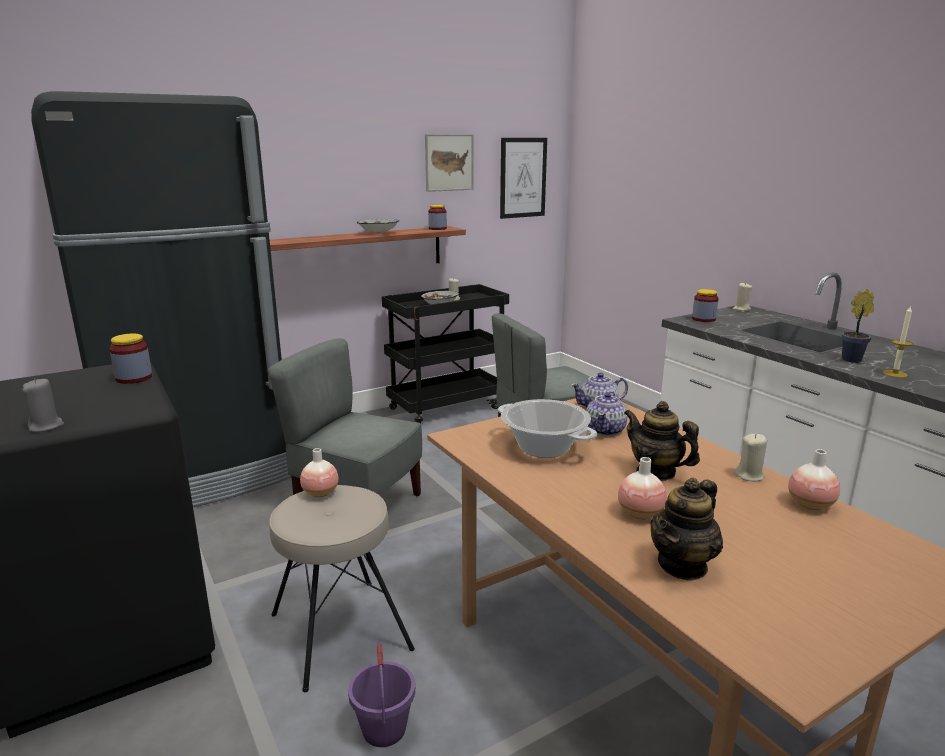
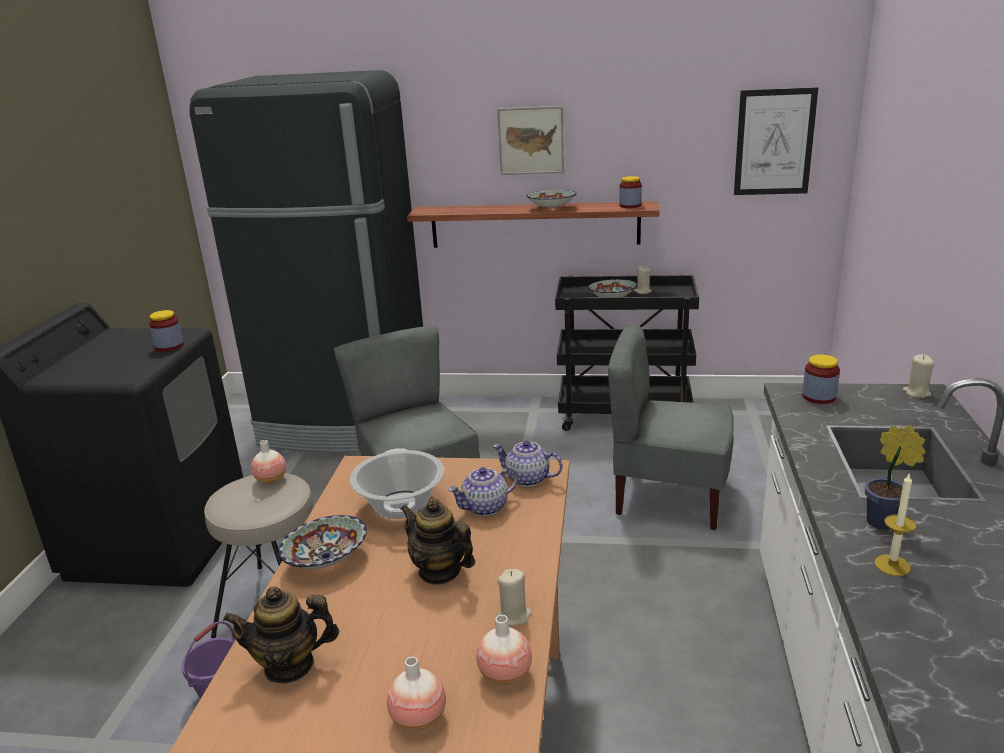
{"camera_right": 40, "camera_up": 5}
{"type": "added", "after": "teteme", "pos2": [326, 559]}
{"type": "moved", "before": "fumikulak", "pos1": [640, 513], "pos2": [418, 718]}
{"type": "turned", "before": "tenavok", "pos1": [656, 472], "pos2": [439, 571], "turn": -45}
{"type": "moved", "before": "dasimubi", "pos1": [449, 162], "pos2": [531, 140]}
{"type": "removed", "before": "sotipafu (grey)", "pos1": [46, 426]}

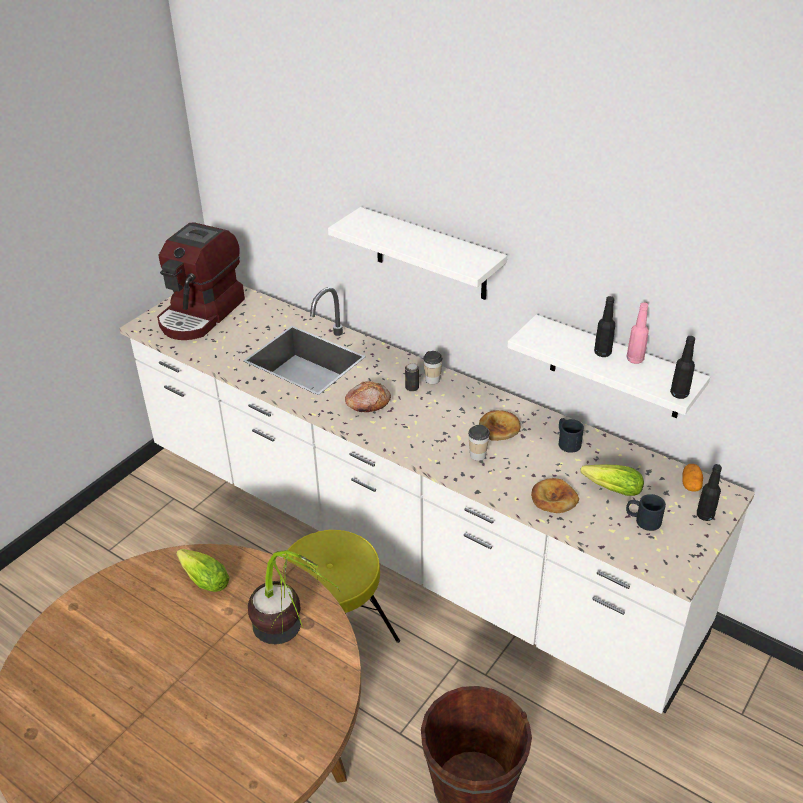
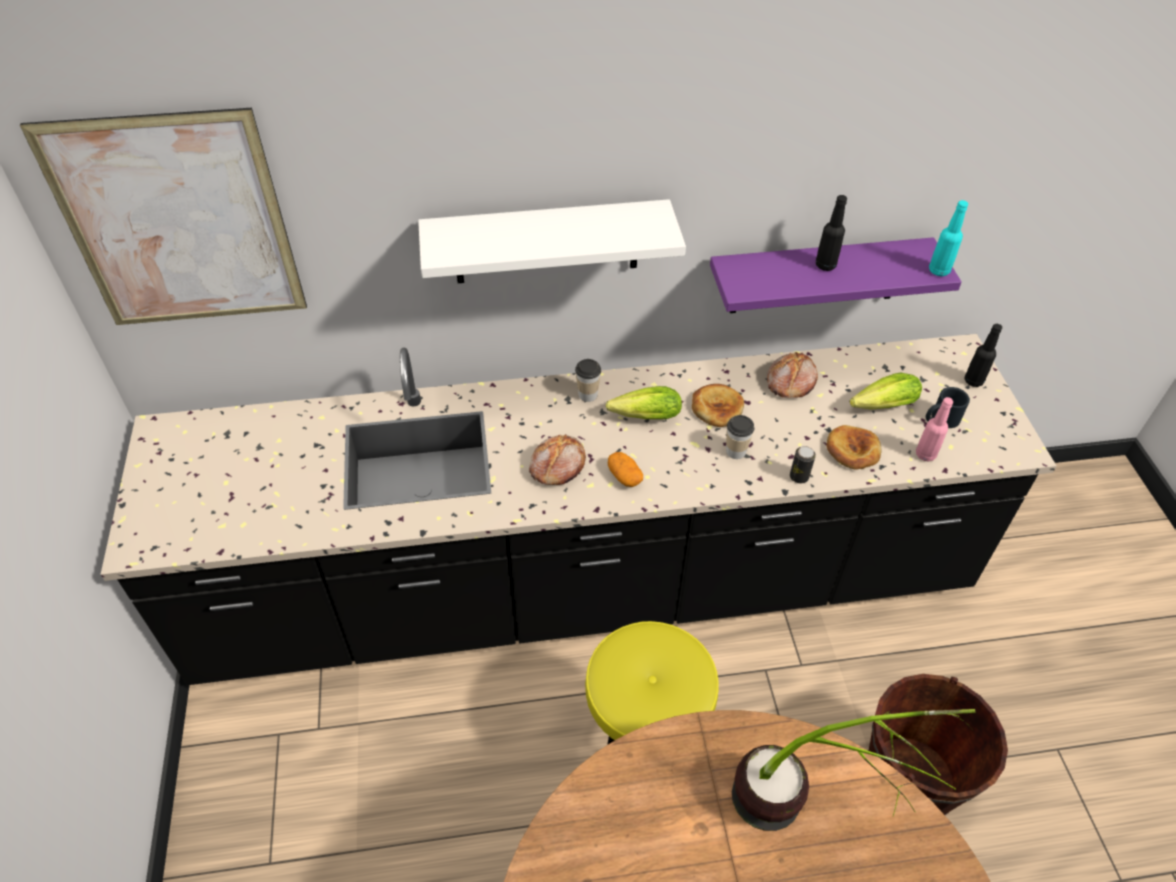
{"camera_right": -45, "camera_up": 10}
{"type": "added", "after": "dasimubi", "pos2": [178, 224]}
{"type": "recoloured", "before": "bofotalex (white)", "after": "bofotalex (black)", "pos1": [404, 539], "pos2": [586, 587]}
{"type": "moved", "before": "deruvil", "pos1": [202, 578], "pos2": [642, 417]}
{"type": "moved", "before": "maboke", "pos1": [691, 484], "pos2": [624, 476]}
{"type": "recoloured", "before": "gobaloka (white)", "after": "gobaloka (purple)", "pos1": [615, 368], "pos2": [816, 276]}
{"type": "replaced", "before": "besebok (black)", "after": "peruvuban", "pos1": [567, 441], "pos2": [789, 382]}
{"type": "moved", "before": "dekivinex", "pos1": [412, 388], "pos2": [799, 477]}
{"type": "moved", "before": "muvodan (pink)", "pos1": [635, 359], "pos2": [925, 454]}
{"type": "recoloured", "before": "muvodan (black)", "after": "muvodan (turquoise)", "pos1": [679, 394], "pos2": [938, 270]}
{"type": "removed", "before": "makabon", "pos1": [202, 314]}

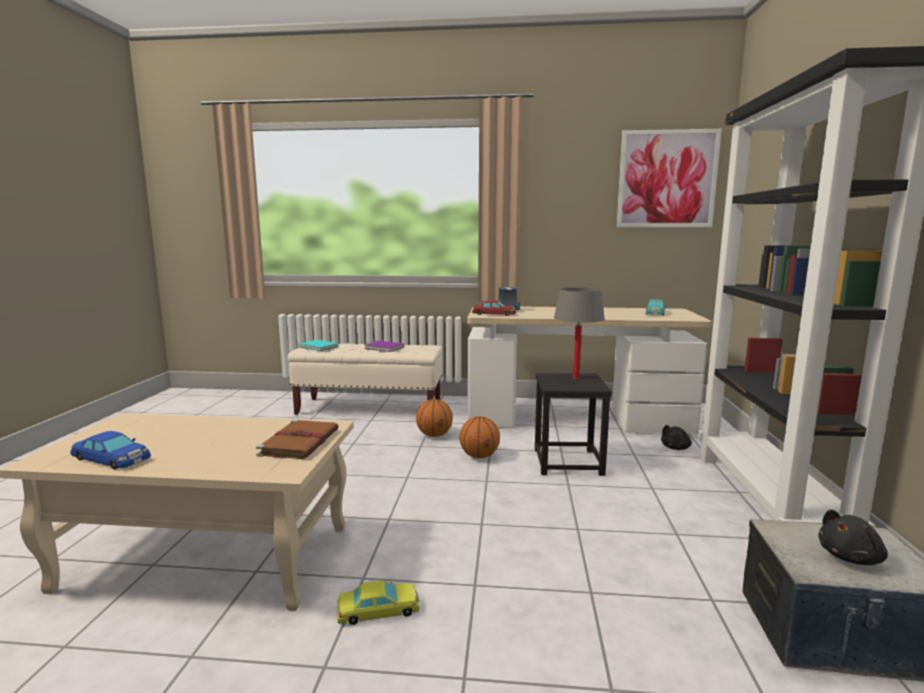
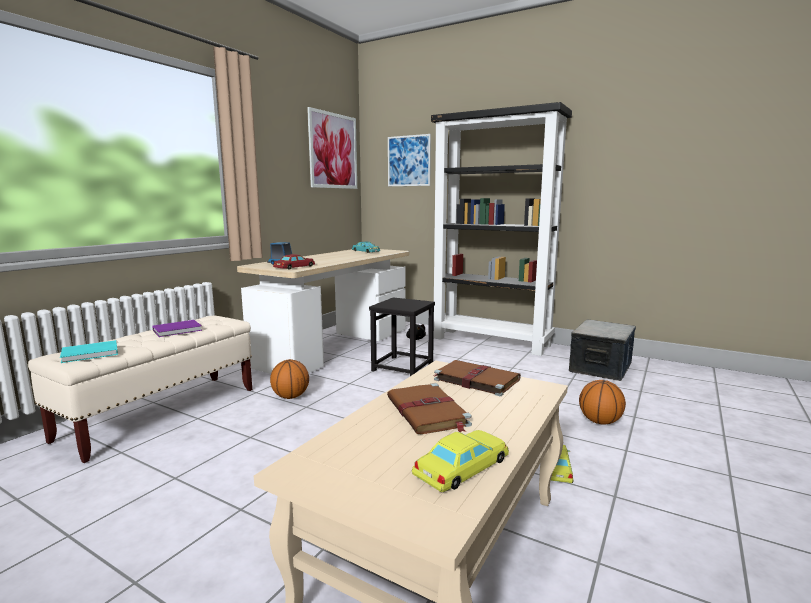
{"camera_right": -65, "camera_up": 0}
{"type": "added", "after": "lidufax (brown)", "pos2": [427, 412]}
{"type": "added", "after": "dasimubi", "pos2": [409, 161]}
{"type": "recoloured", "before": "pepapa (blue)", "after": "pepapa (yellow)", "pos1": [111, 458], "pos2": [462, 466]}
{"type": "moved", "before": "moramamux", "pos1": [479, 456], "pos2": [599, 421]}
{"type": "removed", "before": "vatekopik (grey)", "pos1": [576, 378]}
{"type": "removed", "before": "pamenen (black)", "pos1": [851, 557]}

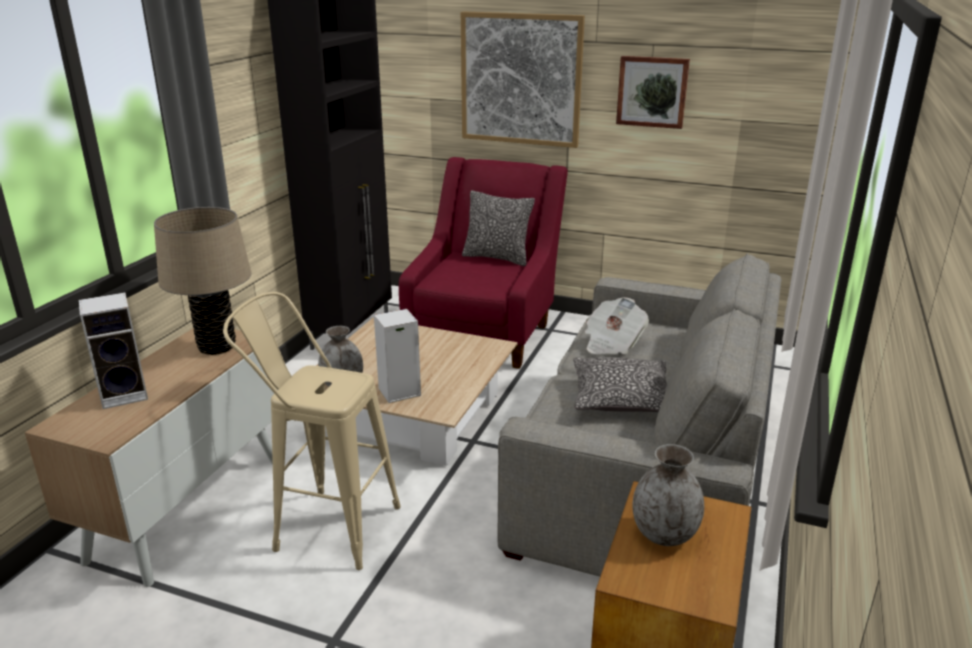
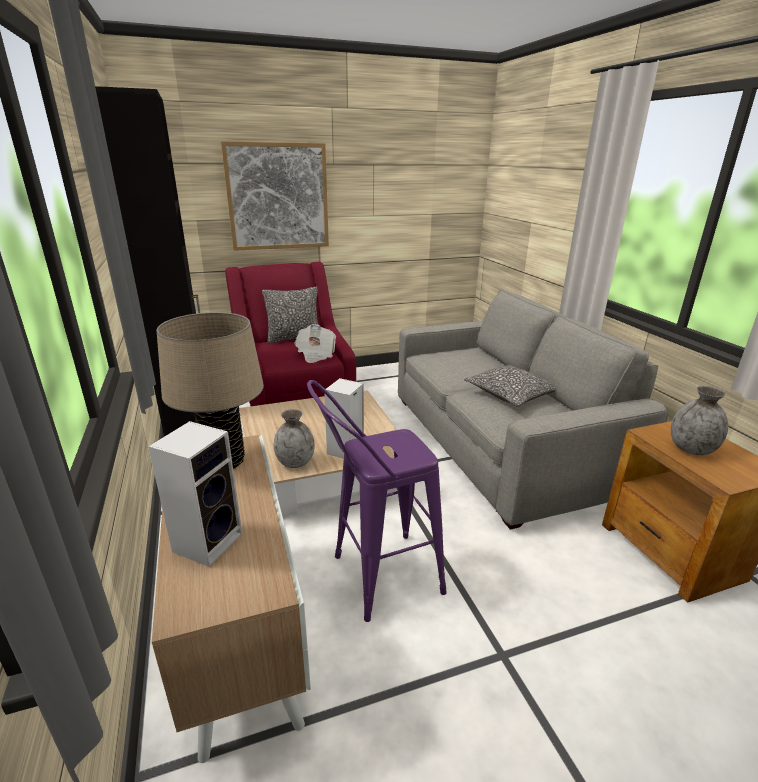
{"camera_right": -40, "camera_up": 0}
{"type": "moved", "before": "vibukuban", "pos1": [612, 343], "pos2": [315, 354]}
{"type": "recoloured", "before": "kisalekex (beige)", "after": "kisalekex (purple)", "pos1": [326, 525], "pos2": [376, 578]}
{"type": "removed", "before": "dasimubi", "pos1": [652, 91]}

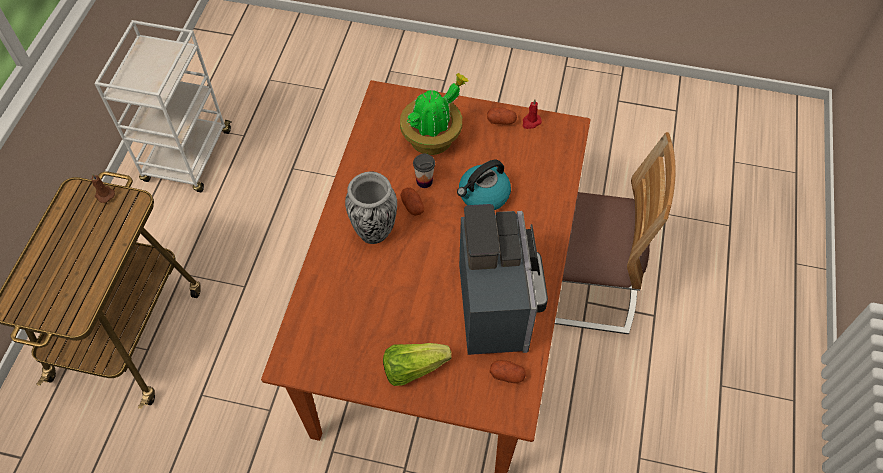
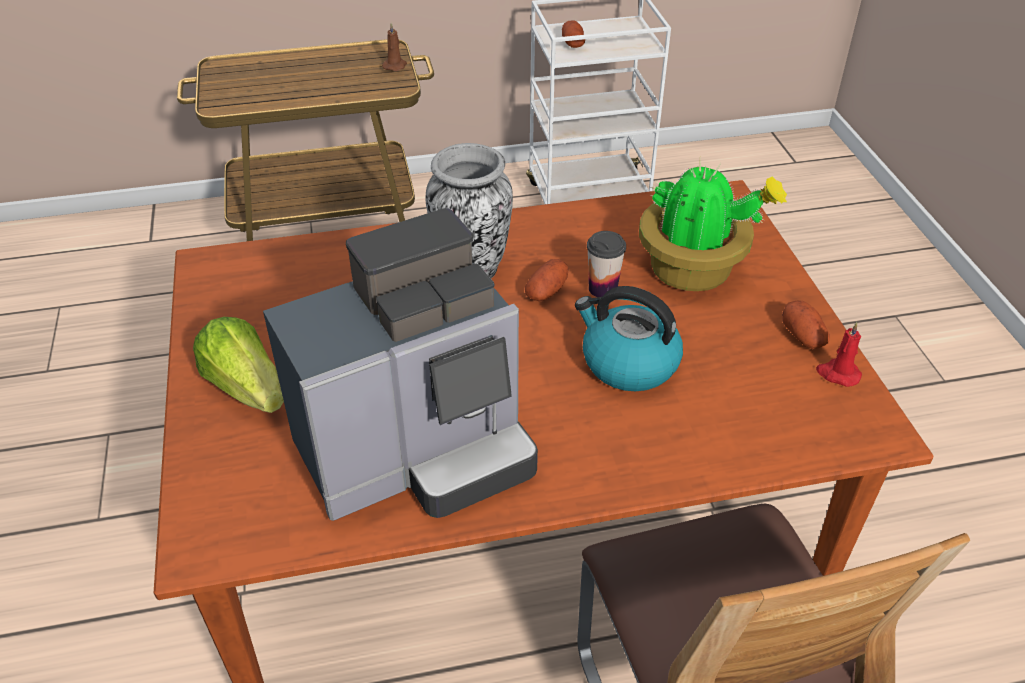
{"camera_right": 65, "camera_up": -15}
{"type": "moved", "before": "maboke", "pos1": [507, 375], "pos2": [573, 44]}

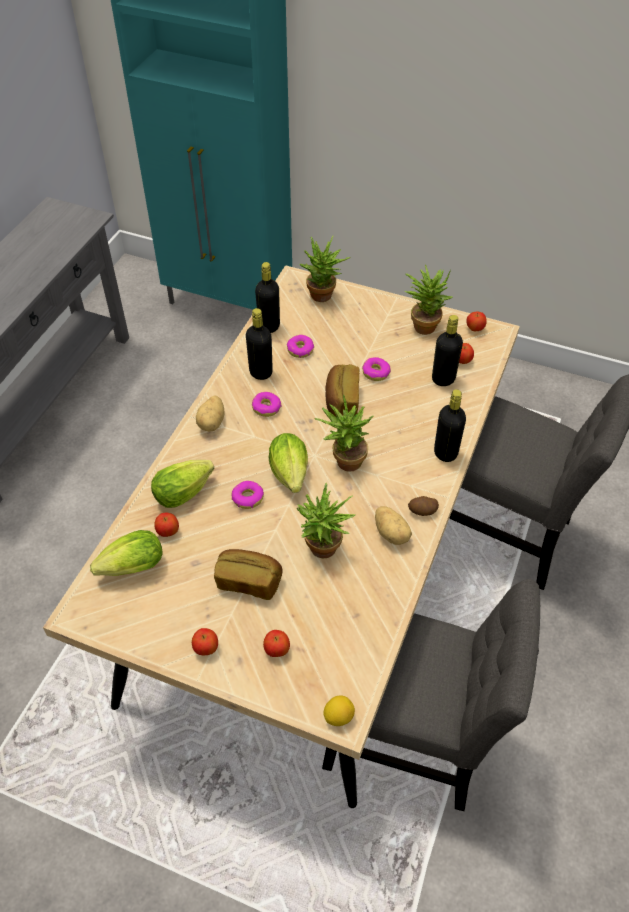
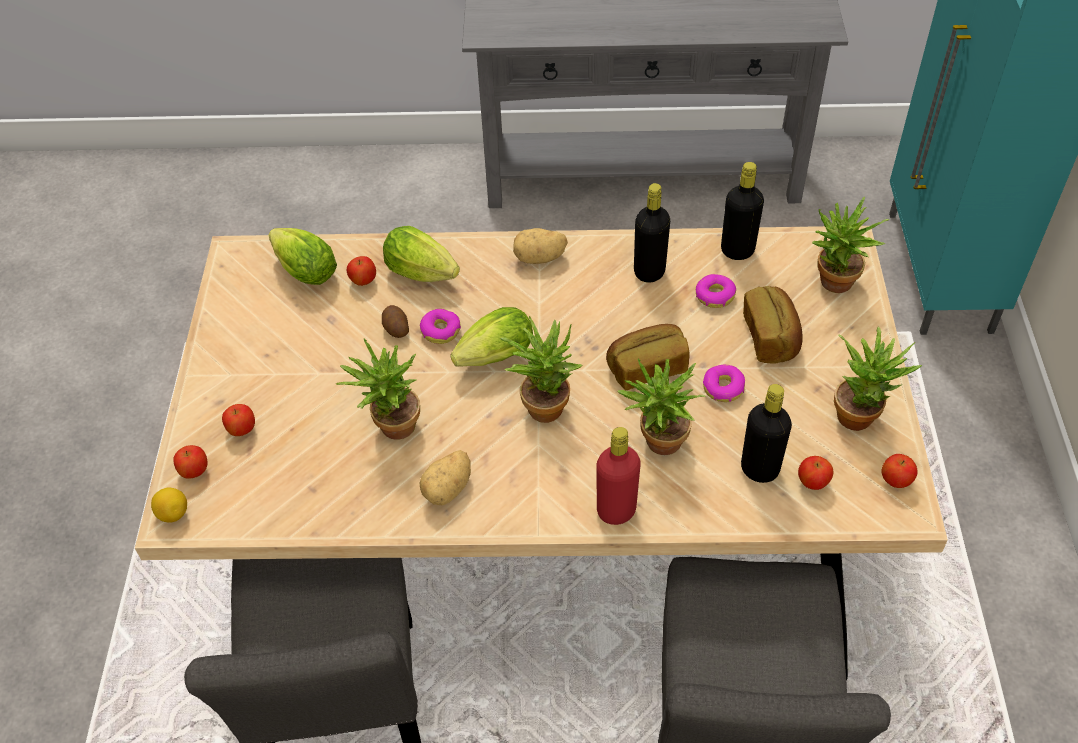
{"camera_right": 70, "camera_up": 0}
{"type": "moved", "before": "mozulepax", "pos1": [206, 648], "pos2": [194, 471]}
{"type": "moved", "before": "maboke", "pos1": [422, 511], "pos2": [396, 329]}
{"type": "recoloured", "before": "muvodan (black)", "after": "muvodan (red)", "pos1": [445, 453], "pos2": [616, 510]}
{"type": "added", "after": "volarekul", "pos2": [657, 444]}
{"type": "moved", "before": "peruvuban", "pos1": [249, 581], "pos2": [771, 337]}
{"type": "removed", "before": "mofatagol", "pos1": [266, 407]}

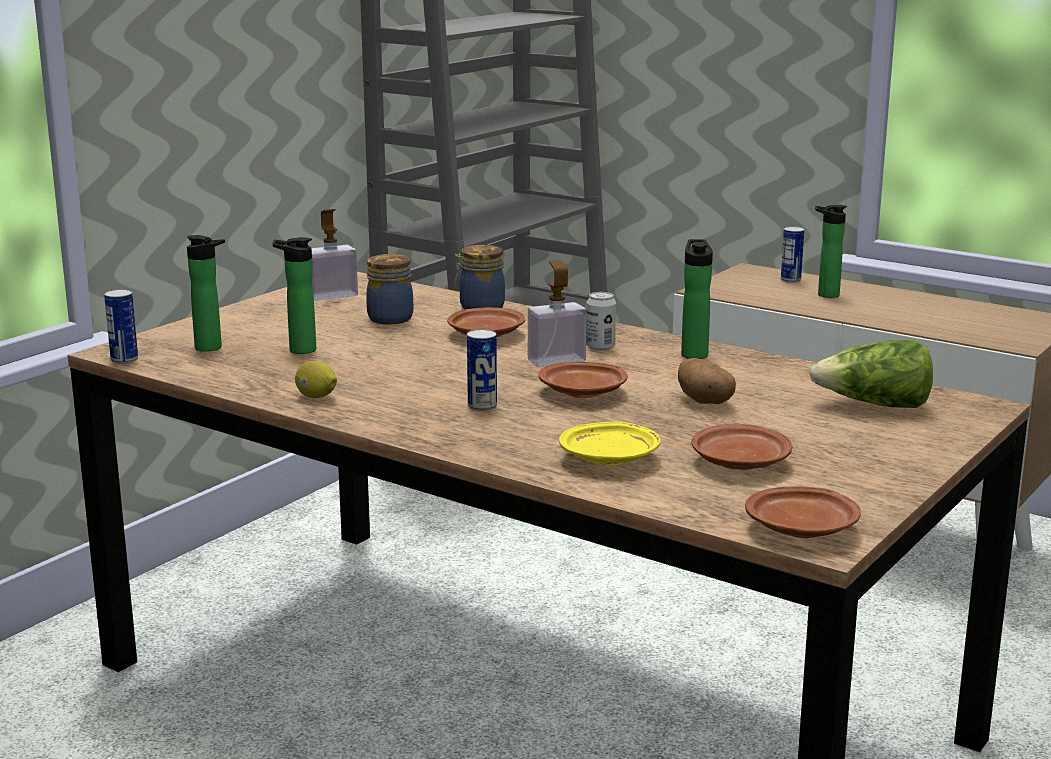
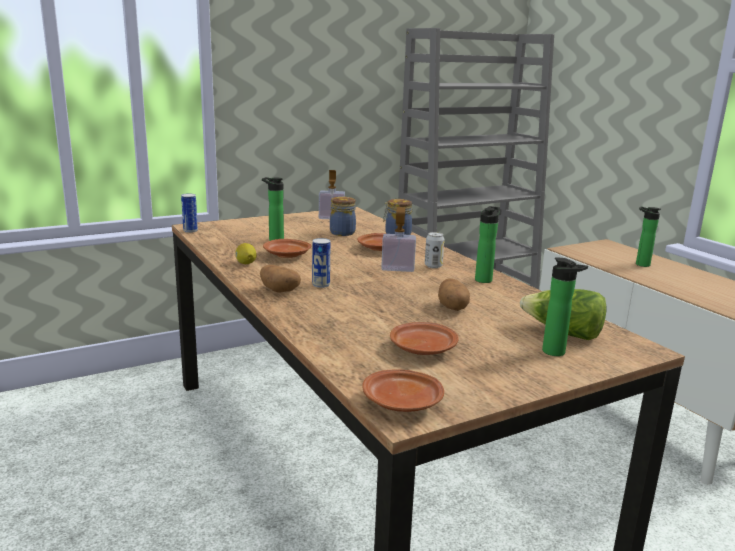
{"camera_right": 25, "camera_up": 0}
{"type": "added", "after": "maboke", "pos2": [280, 291]}
{"type": "moved", "before": "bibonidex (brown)", "pos1": [584, 392], "pos2": [287, 255]}
{"type": "moved", "before": "muvodan", "pos1": [212, 348], "pos2": [557, 353]}
{"type": "removed", "before": "bibonidex (yellow)", "pos1": [610, 458]}
{"type": "removed", "before": "dekivinex", "pos1": [790, 280]}

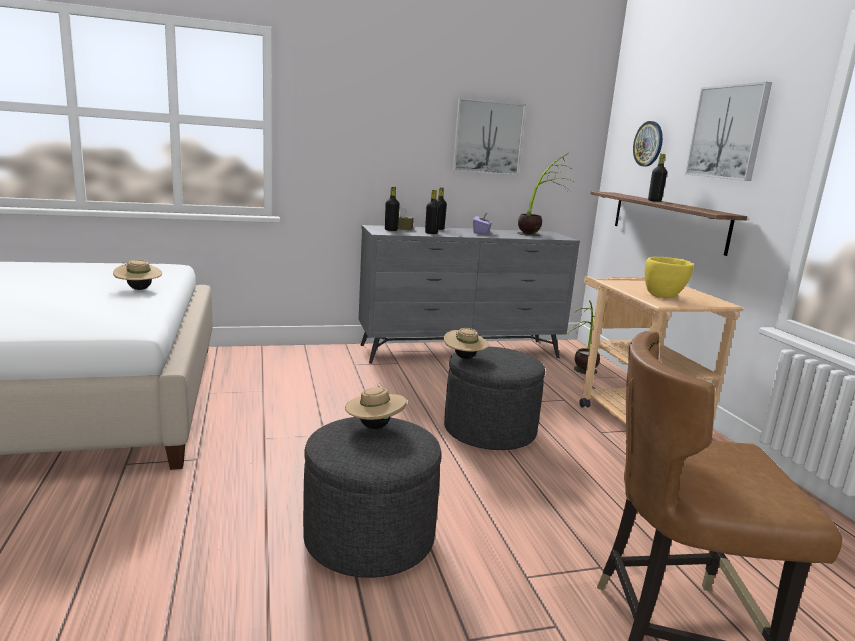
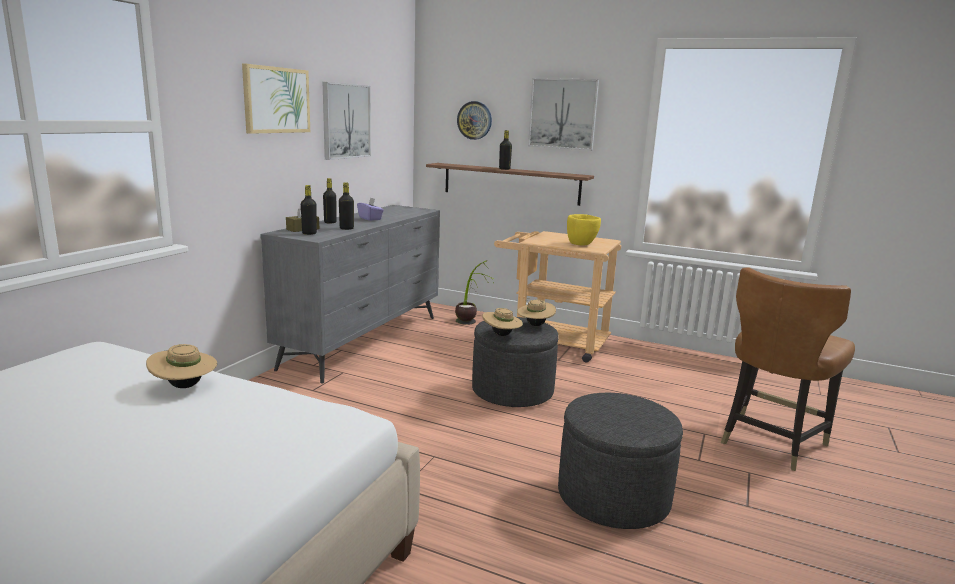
{"camera_right": -50, "camera_up": 0}
{"type": "added", "after": "dasimubi", "pos2": [276, 100]}
{"type": "moved", "before": "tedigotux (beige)", "pos1": [374, 426], "pos2": [535, 325]}
{"type": "removed", "before": "volarekul", "pos1": [539, 233]}

